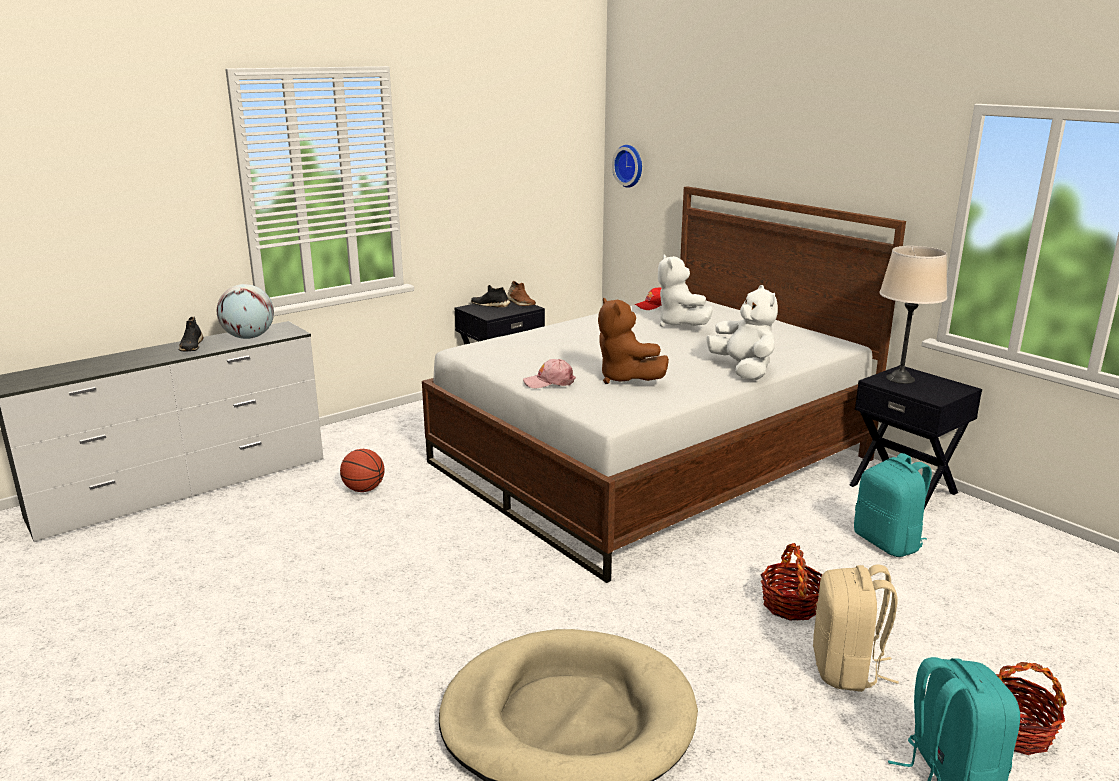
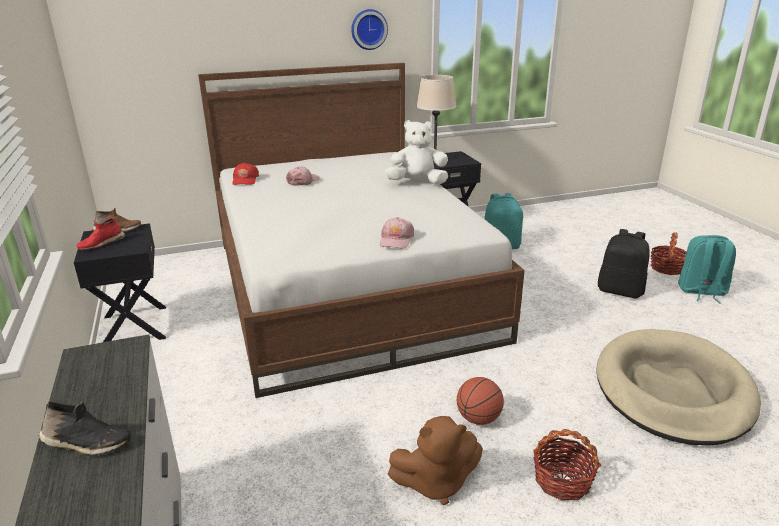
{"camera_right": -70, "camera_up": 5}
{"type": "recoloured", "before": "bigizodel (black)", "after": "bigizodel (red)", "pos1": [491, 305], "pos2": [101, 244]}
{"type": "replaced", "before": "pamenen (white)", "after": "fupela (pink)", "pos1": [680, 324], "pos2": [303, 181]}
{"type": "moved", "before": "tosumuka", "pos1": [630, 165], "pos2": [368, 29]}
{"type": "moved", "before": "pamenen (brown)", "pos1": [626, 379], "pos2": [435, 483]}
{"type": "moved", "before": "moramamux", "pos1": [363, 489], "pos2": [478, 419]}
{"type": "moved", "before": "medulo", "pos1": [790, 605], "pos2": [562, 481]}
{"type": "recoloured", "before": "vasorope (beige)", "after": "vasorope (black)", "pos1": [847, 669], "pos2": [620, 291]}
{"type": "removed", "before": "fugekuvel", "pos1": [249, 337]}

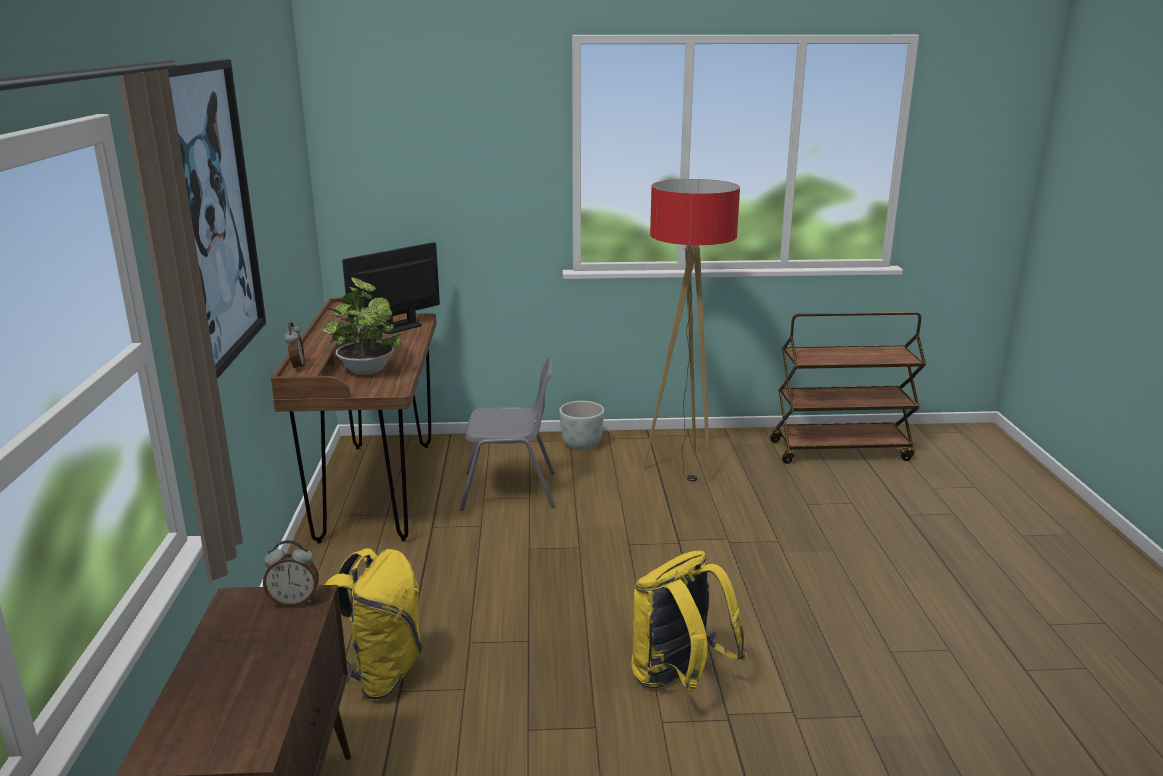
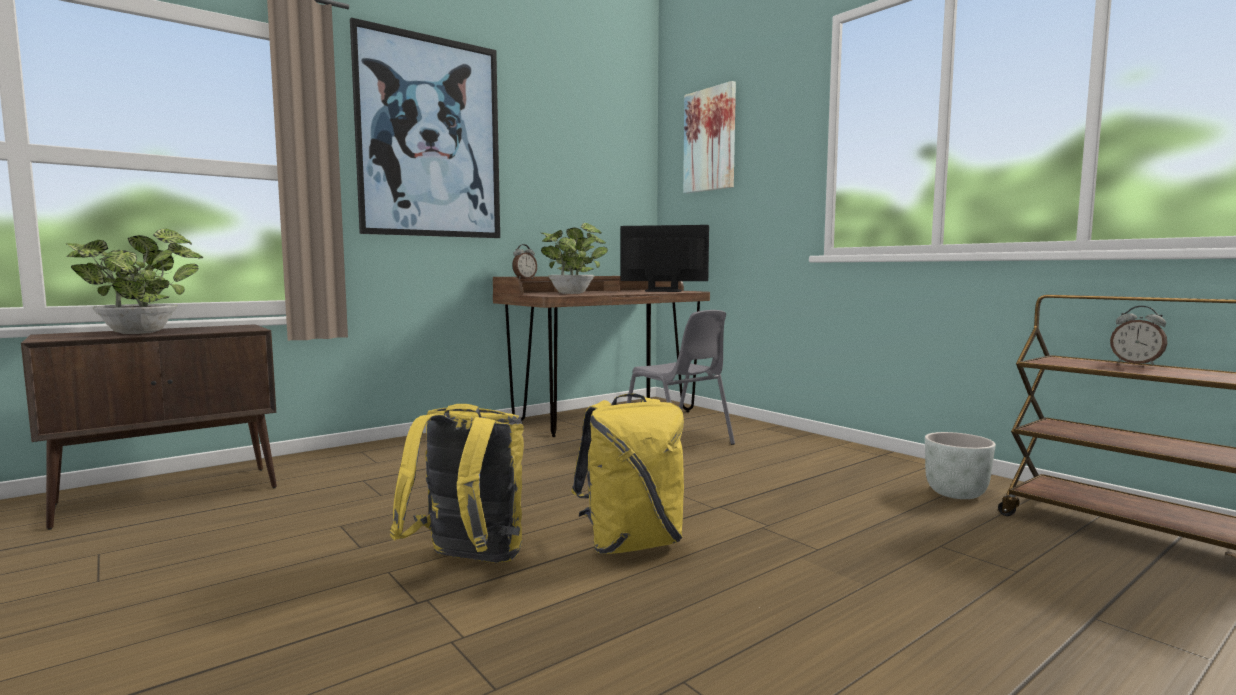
{"camera_right": 55, "camera_up": -15}
{"type": "added", "after": "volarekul", "pos2": [144, 332]}
{"type": "moved", "before": "vasorope (yellow)", "pos1": [377, 675], "pos2": [631, 544]}
{"type": "added", "after": "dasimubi", "pos2": [710, 140]}
{"type": "moved", "before": "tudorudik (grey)", "pos1": [582, 445], "pos2": [956, 494]}
{"type": "moved", "before": "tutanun", "pos1": [294, 601], "pos2": [1136, 363]}
{"type": "removed", "before": "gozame", "pos1": [682, 467]}

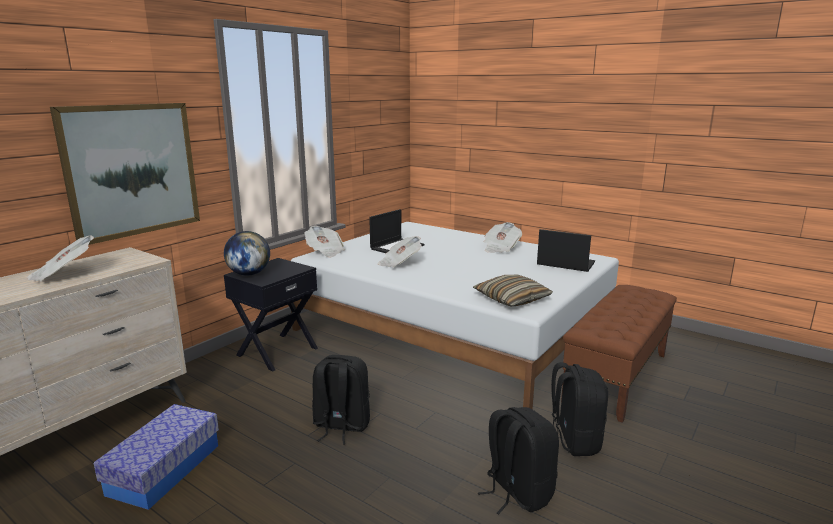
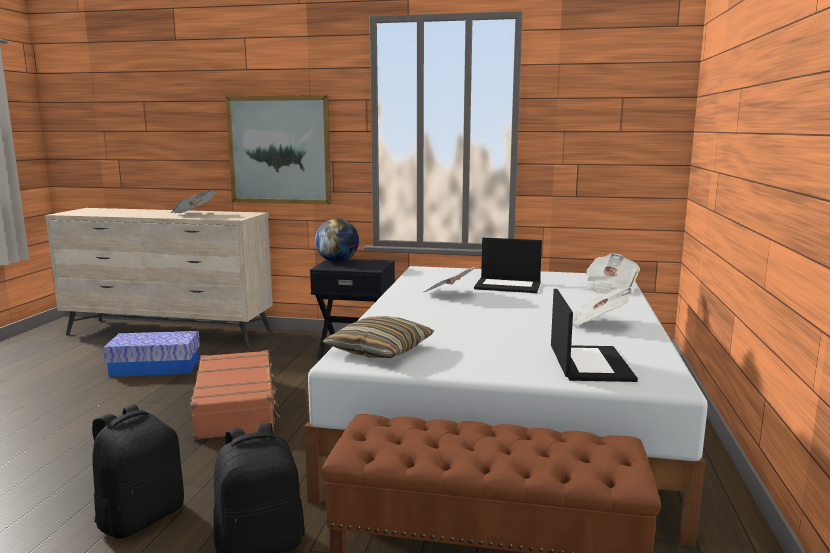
{"camera_right": 65, "camera_up": -5}
{"type": "replaced", "before": "vasorope (black)", "after": "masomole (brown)", "pos1": [341, 426], "pos2": [237, 407]}
{"type": "moved", "before": "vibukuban", "pos1": [325, 252], "pos2": [610, 288]}

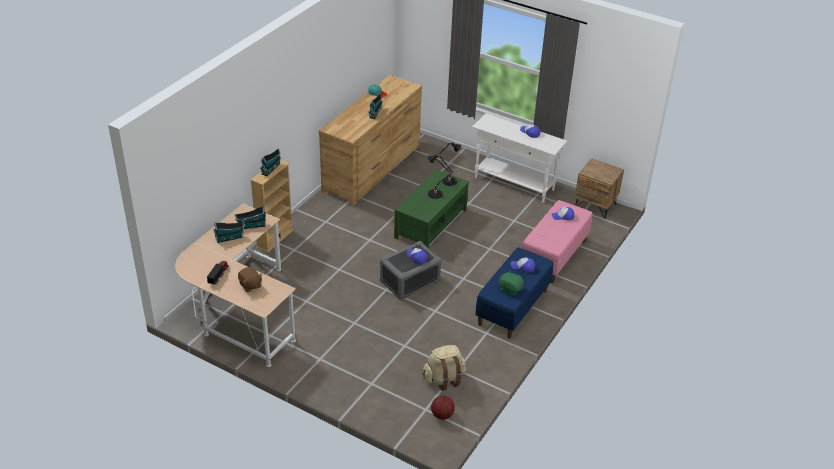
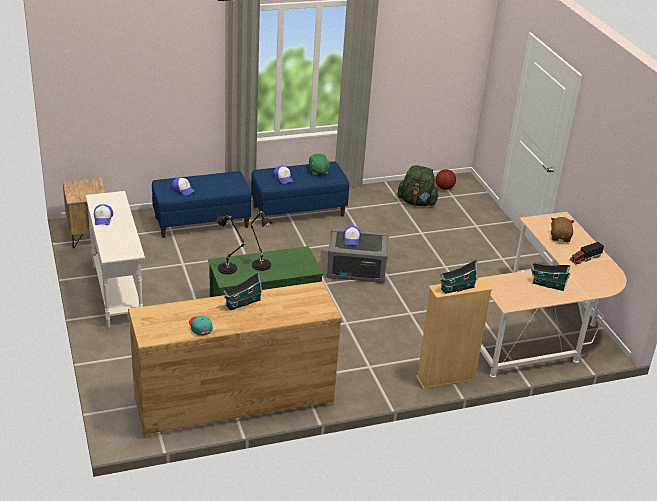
{"camera_right": -140, "camera_up": -5}
{"type": "recoloured", "before": "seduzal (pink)", "after": "seduzal (blue)", "pos1": [554, 256], "pos2": [202, 222]}
{"type": "recoloured", "before": "vasorope (beige)", "after": "vasorope (green)", "pos1": [444, 379], "pos2": [417, 202]}
{"type": "removed", "before": "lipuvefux", "pos1": [251, 226]}

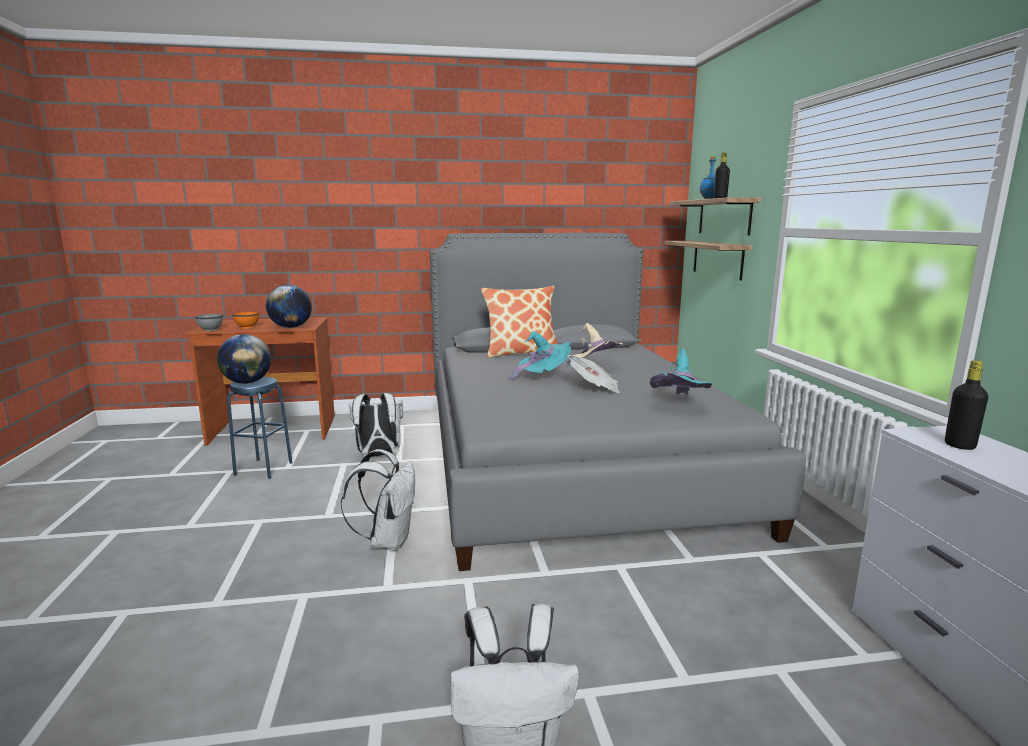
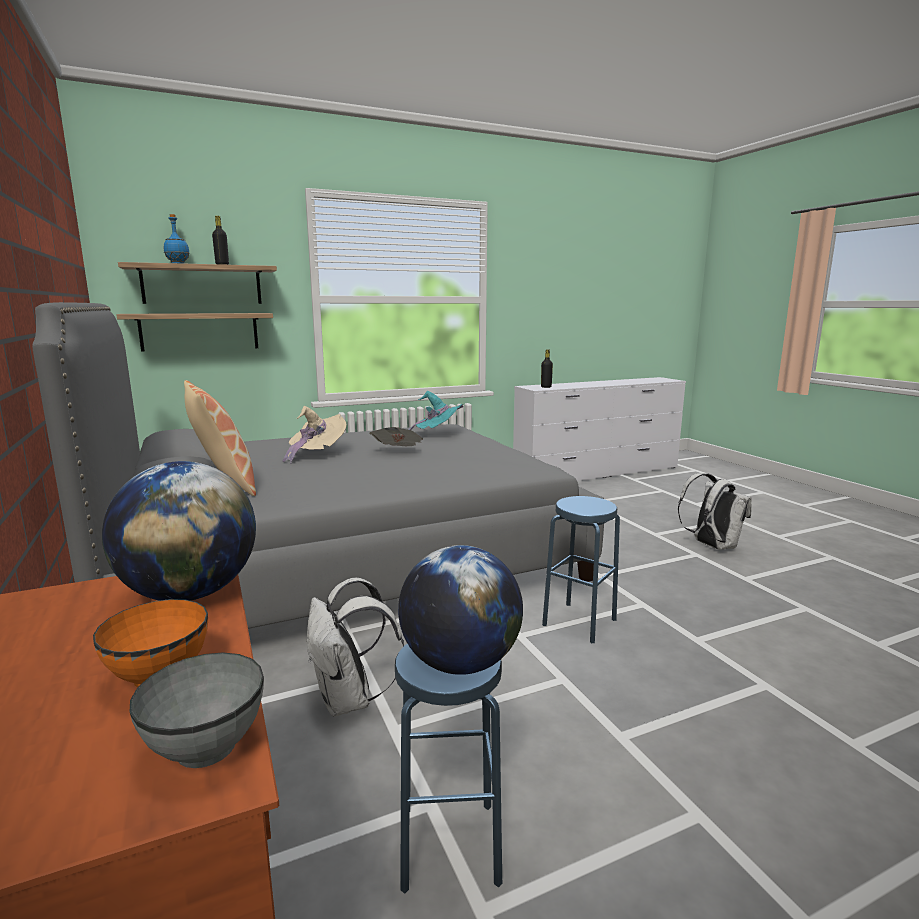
{"camera_right": -105, "camera_up": 0}
{"type": "replaced", "before": "vasorope (white)", "after": "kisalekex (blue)", "pos1": [388, 541], "pos2": [579, 622]}
{"type": "removed", "before": "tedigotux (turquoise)", "pos1": [542, 377]}

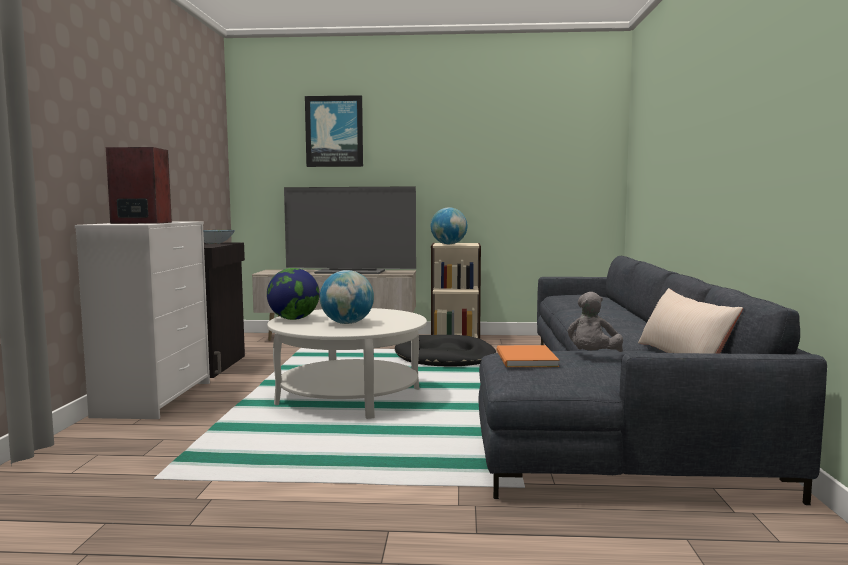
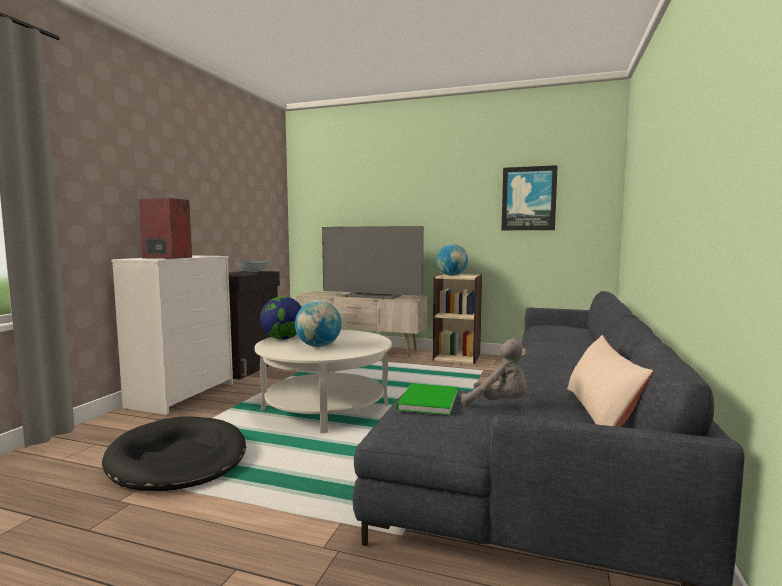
{"camera_right": 15, "camera_up": 0}
{"type": "moved", "before": "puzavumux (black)", "pos1": [444, 357], "pos2": [178, 459]}
{"type": "recoloured", "before": "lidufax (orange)", "after": "lidufax (green)", "pos1": [524, 359], "pos2": [426, 401]}
{"type": "turned", "before": "pamenen (grey)", "pos1": [593, 357], "pos2": [499, 404], "turn": -105}
{"type": "moved", "before": "dasimubi", "pos1": [334, 131], "pos2": [528, 198]}

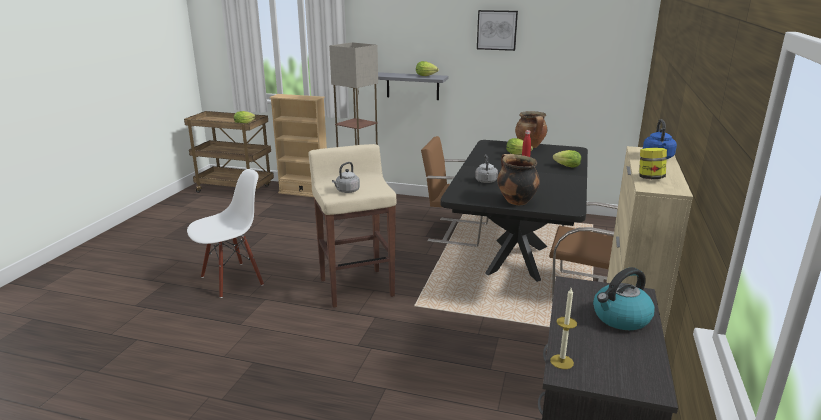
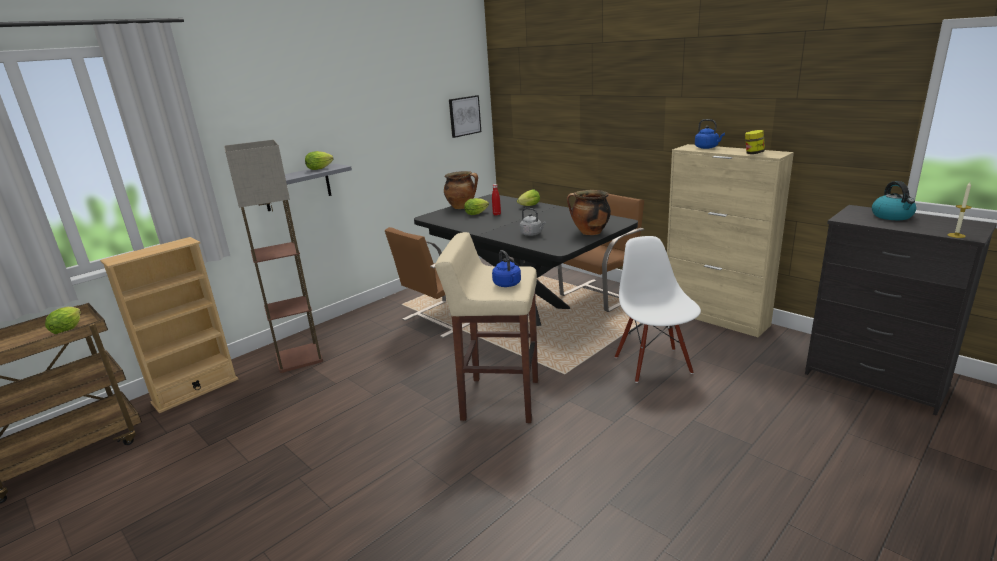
{"camera_right": -60, "camera_up": 0}
{"type": "moved", "before": "dasimubi", "pos1": [497, 30], "pos2": [464, 116]}
{"type": "recoloured", "before": "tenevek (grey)", "after": "tenevek (blue)", "pos1": [347, 191], "pos2": [507, 284]}
{"type": "moved", "before": "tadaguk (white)", "pos1": [232, 280], "pos2": [653, 364]}

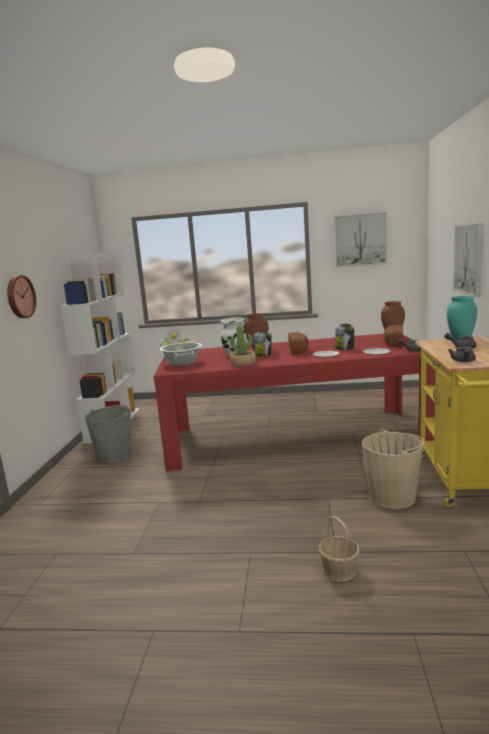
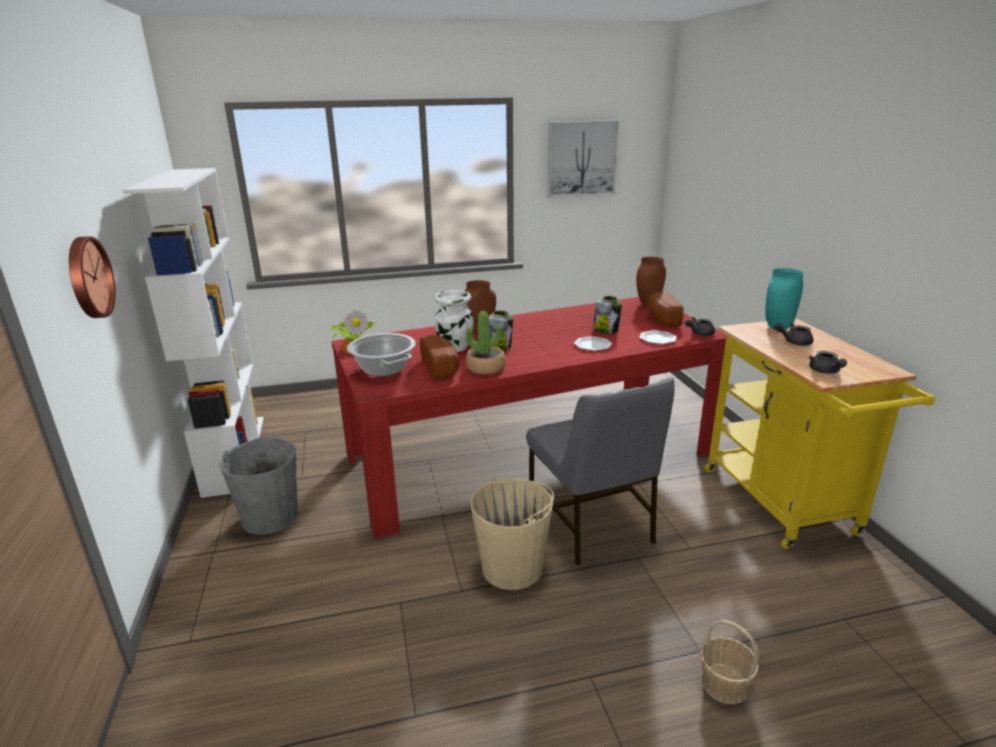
{"camera_right": -20, "camera_up": 10}
{"type": "moved", "before": "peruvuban", "pos1": [299, 350], "pos2": [442, 368]}
{"type": "moved", "before": "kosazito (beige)", "pos1": [392, 497], "pos2": [512, 567]}
{"type": "added", "after": "tadaguk (grey)", "pos2": [592, 524]}
{"type": "removed", "before": "dasimubi", "pos1": [469, 259]}

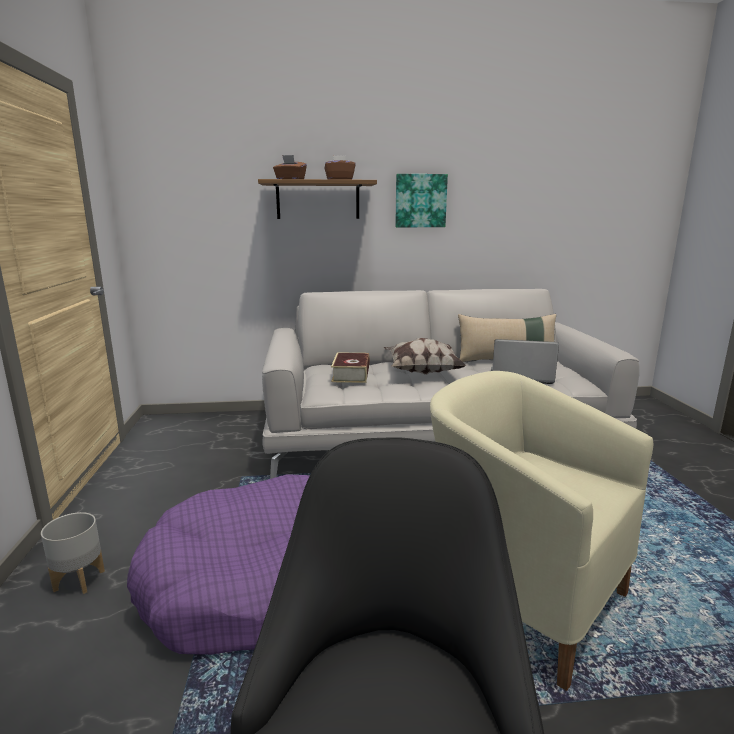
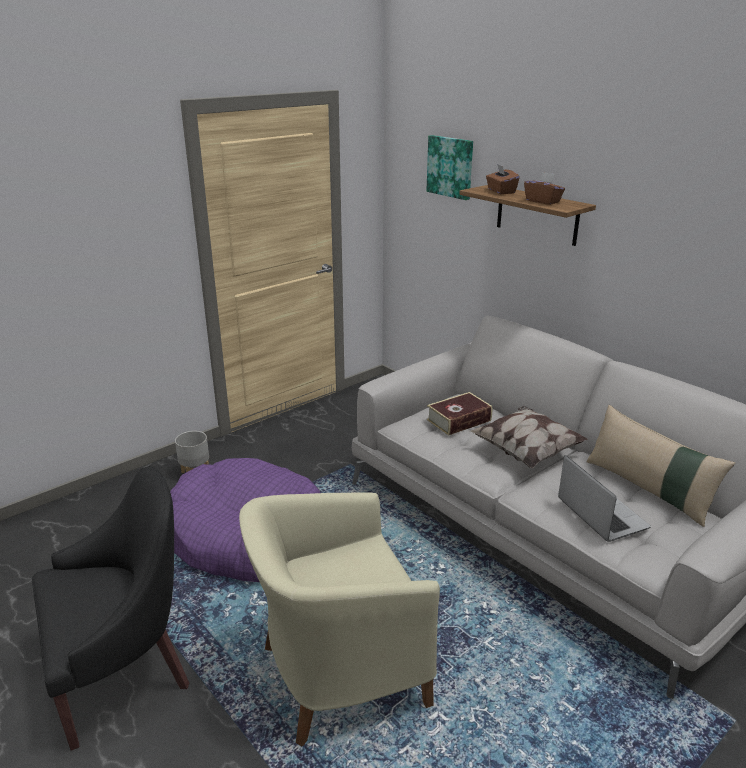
{"camera_right": 55, "camera_up": 10}
{"type": "turned", "before": "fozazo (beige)", "pos1": [521, 594], "pos2": [338, 673], "turn": -120}
{"type": "moved", "before": "dasimubi", "pos1": [420, 201], "pos2": [451, 167]}

